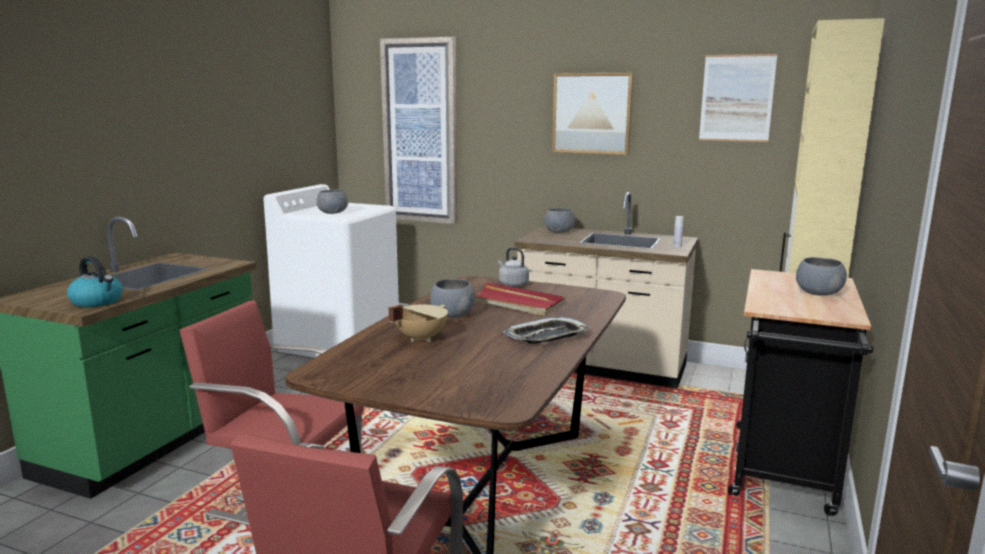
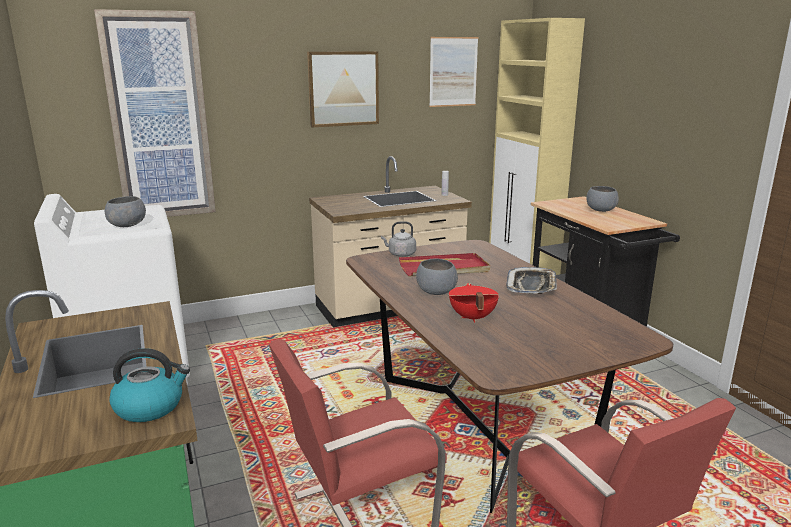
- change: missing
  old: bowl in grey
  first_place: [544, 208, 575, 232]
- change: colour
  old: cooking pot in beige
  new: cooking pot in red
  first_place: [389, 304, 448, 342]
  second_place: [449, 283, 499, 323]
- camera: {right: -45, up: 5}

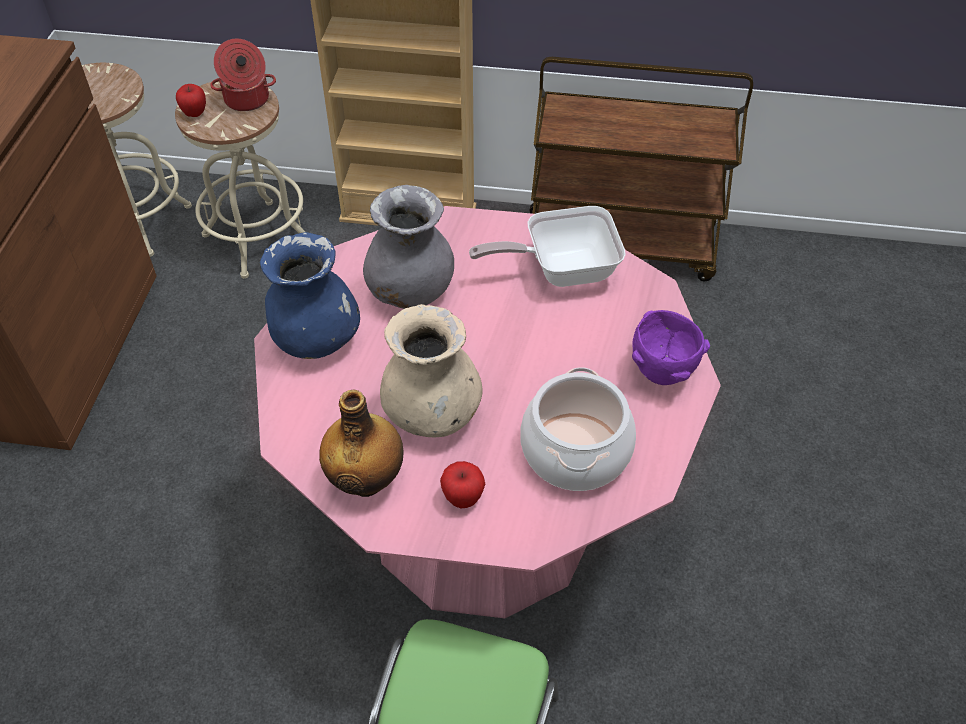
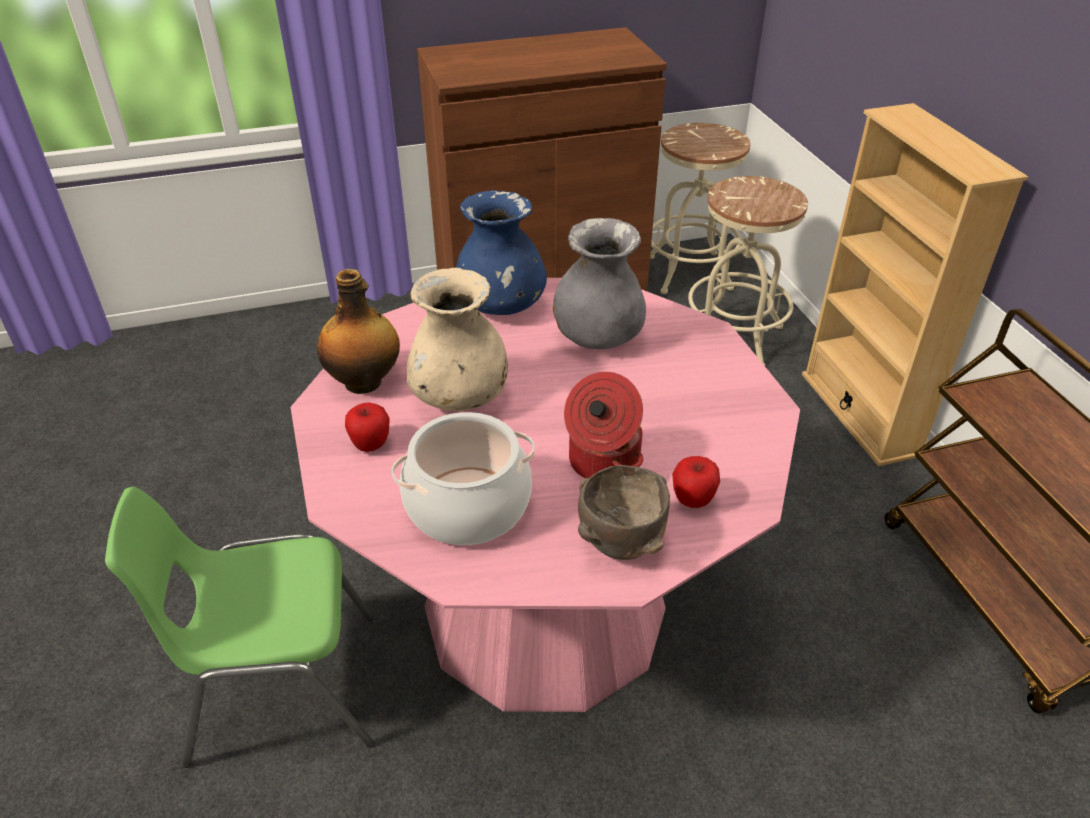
- change: relocated
  old: cooking pot
  first_place: [210, 39, 276, 111]
  second_place: [564, 372, 643, 478]
- change: relocated
  old: apple
  first_place: [176, 84, 206, 117]
  second_place: [672, 456, 720, 508]
- change: missing
  old: frying pan
  first_place: [469, 206, 626, 287]
- change: colour
  old: bowl in purple
  new: bowl in brown
  first_place: [632, 310, 710, 385]
  second_place: [578, 465, 670, 560]
- camera: {right: 65, up: -10}

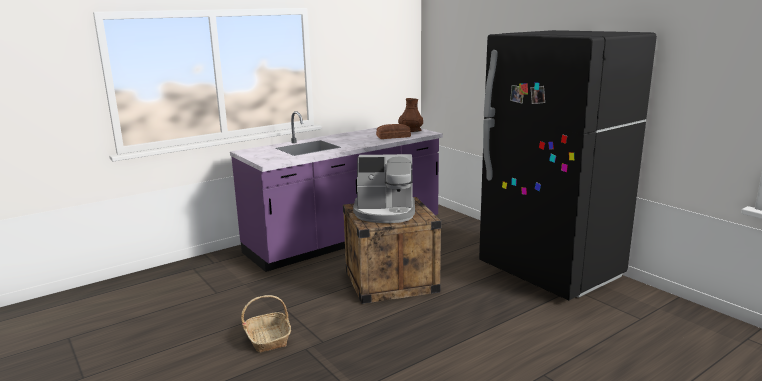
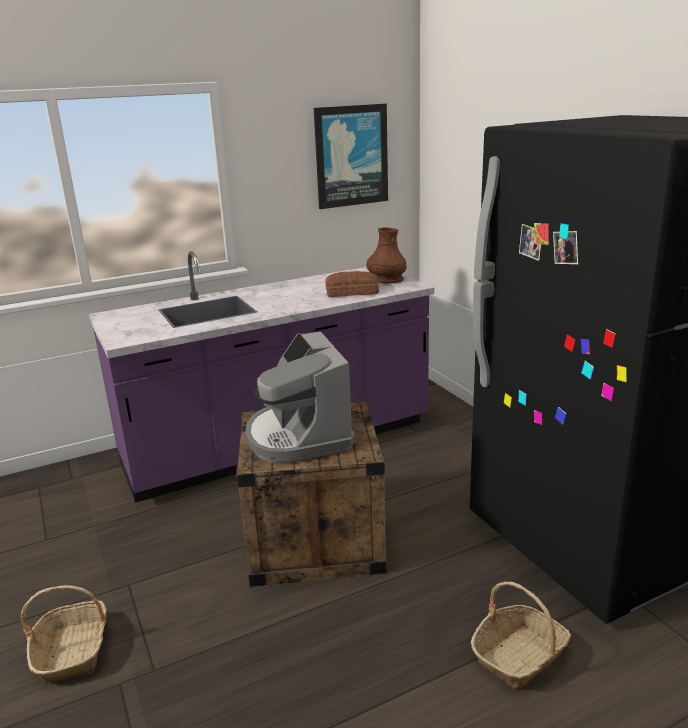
- change: spun
  old: coffee machine
  first_place: [353, 154, 415, 223]
  second_place: [245, 332, 356, 463]
  degrees: 60
- change: appeared
  new: picture
  second_place: [314, 104, 388, 209]
- change: appeared
  new: basket
  second_place: [471, 581, 571, 690]
- camera: {right: 10, up: 5}

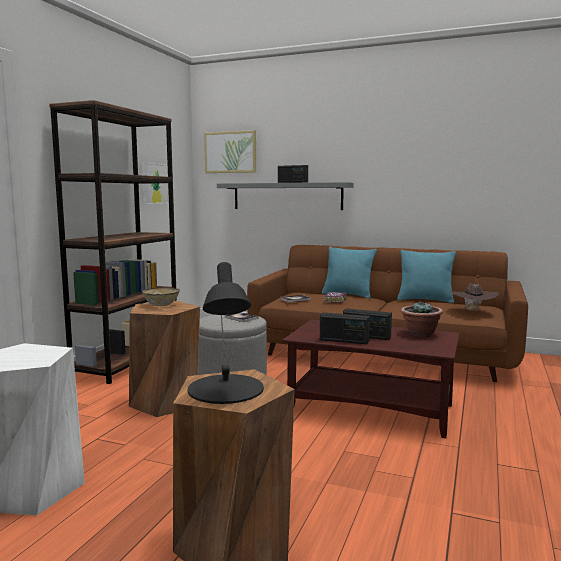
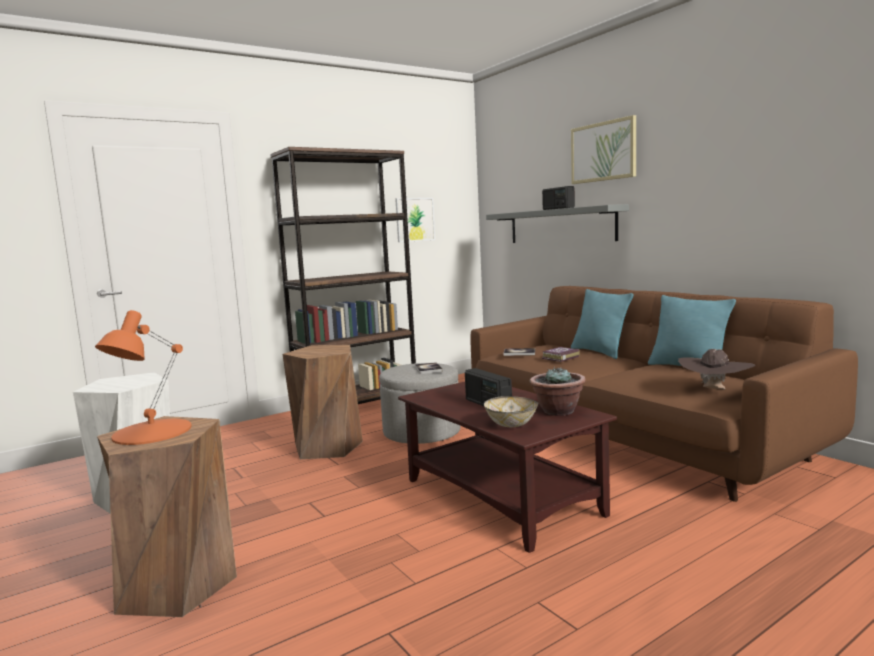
- change: relocated
  old: picture
  first_place: [204, 130, 256, 173]
  second_place: [571, 115, 636, 184]
- change: colour
  old: table lamp in black
  new: table lamp in orange
  first_place: [188, 262, 264, 404]
  second_place: [95, 310, 192, 445]
- change: relocated
  old: bowl
  first_place: [142, 288, 180, 306]
  second_place: [484, 396, 538, 427]
- change: missing
  old: radio
  first_place: [320, 313, 370, 344]
- camera: {right: 35, up: 0}

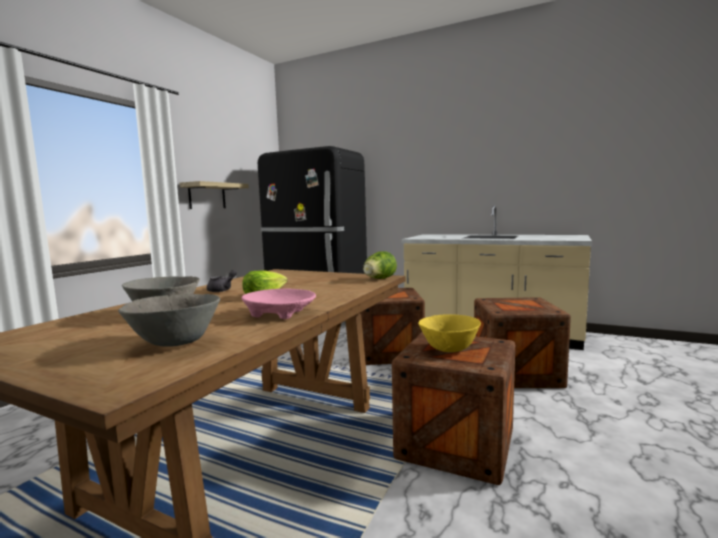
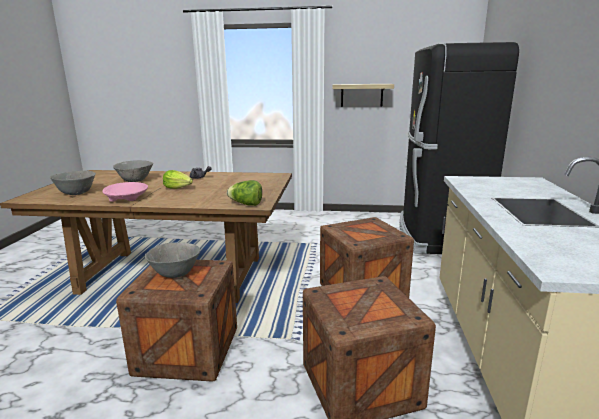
- change: colour
  old: bowl in yellow
  new: bowl in grey
  first_place: [418, 314, 481, 352]
  second_place: [145, 242, 200, 278]
- camera: {right: 70, up: 10}

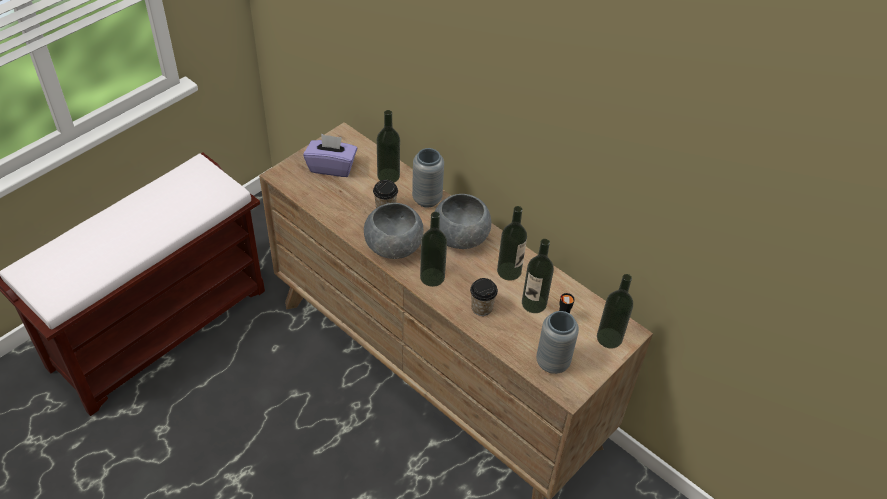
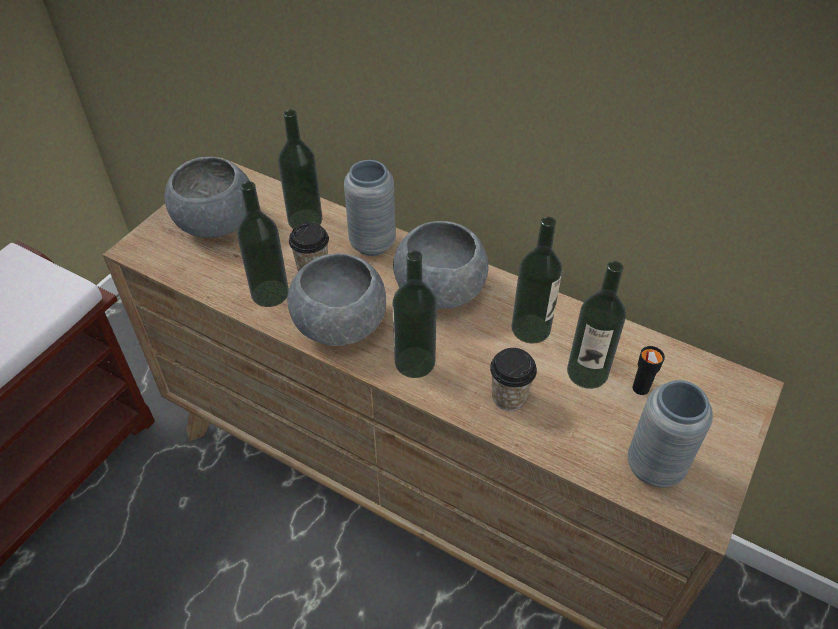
- change: exchanged
  old: tissue box in purple
  new: bowl in grey
  first_place: [303, 134, 358, 177]
  second_place: [165, 157, 250, 238]
- change: relocated
  old: bottle
  first_place: [597, 274, 633, 348]
  second_place: [237, 181, 289, 307]
- camera: {right: -10, up: 0}

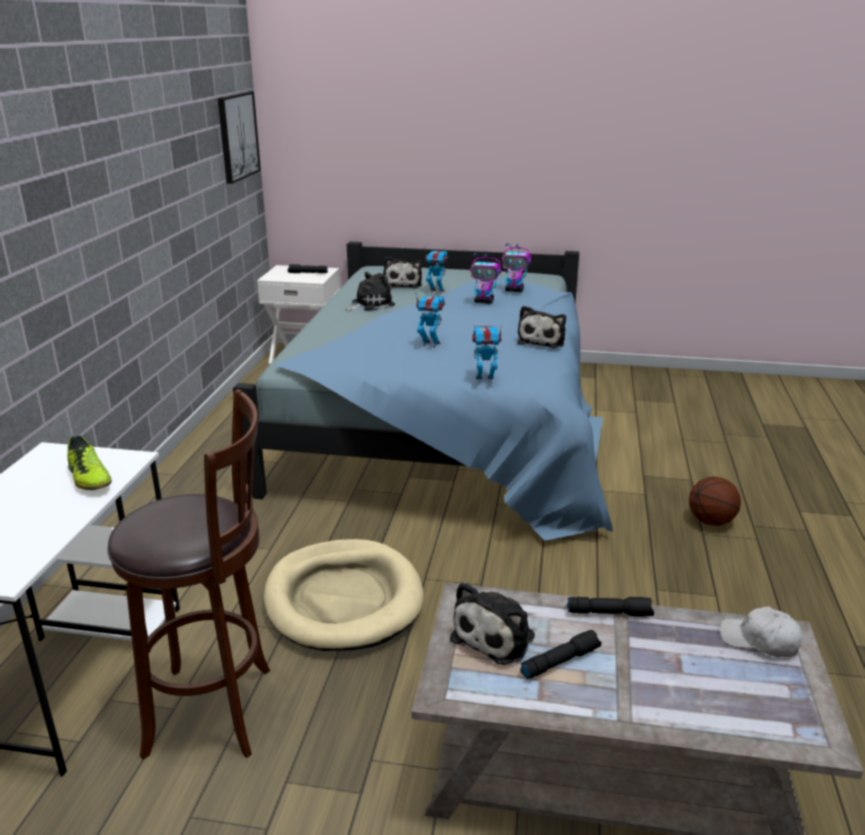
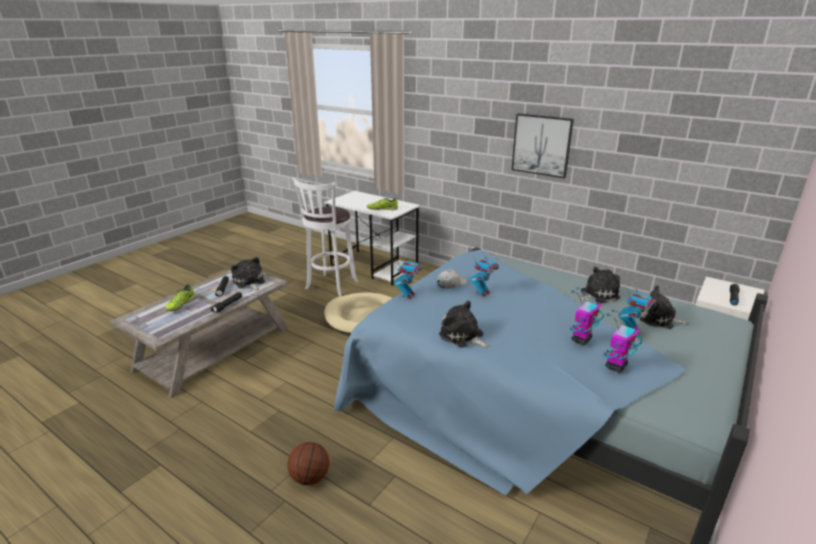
- change: relocated
  old: picture
  first_place: [218, 92, 261, 184]
  second_place: [511, 114, 574, 178]
- change: spun
  old: plush toy
  first_place: [346, 272, 395, 311]
  second_place: [579, 267, 620, 303]
  degrees: -105
- change: colour
  old: stool in brown
  new: stool in white
  first_place: [107, 389, 270, 760]
  second_place: [292, 177, 358, 297]
- change: relocated
  old: cap in white
  first_place: [720, 607, 803, 657]
  second_place: [437, 269, 467, 289]
- change: appeared
  new: shoe
  second_place: [165, 284, 195, 311]
- camera: {right: 115, up: 0}

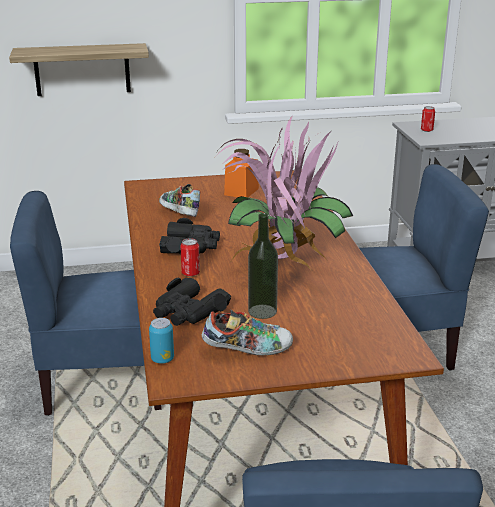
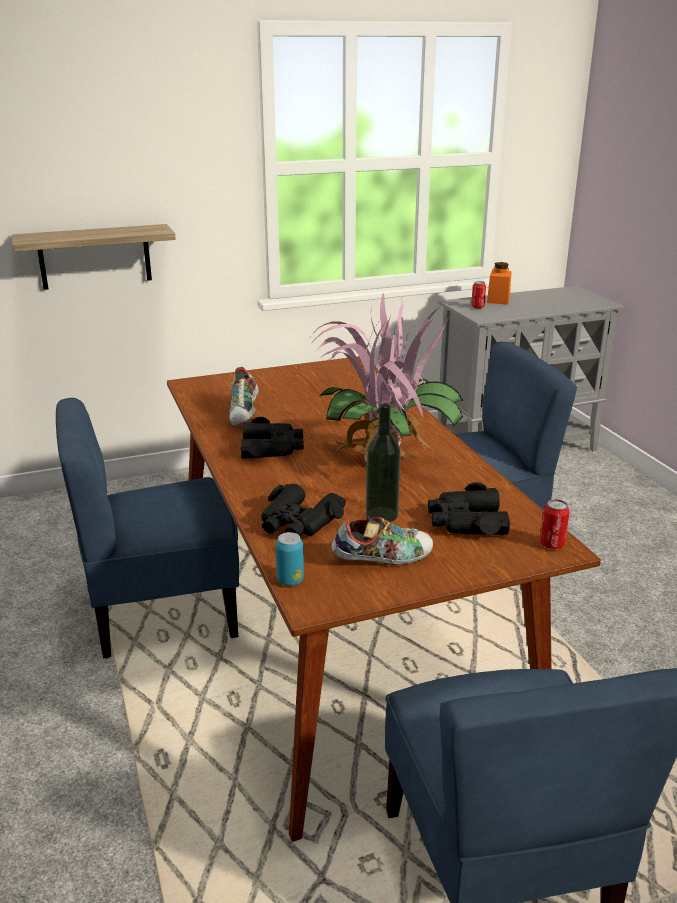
- change: relocated
  old: jar in orange
  first_place: [224, 149, 259, 197]
  second_place: [487, 262, 511, 305]
- change: spun
  old: shoe
  first_place: [159, 184, 200, 217]
  second_place: [229, 367, 259, 426]
  degrees: -135
- change: relocated
  old: can
  first_place: [181, 238, 200, 277]
  second_place: [540, 499, 570, 549]
- change: appeared
  new: binoculars in black
  second_place: [428, 482, 511, 535]
- camera: {right: -10, up: 0}

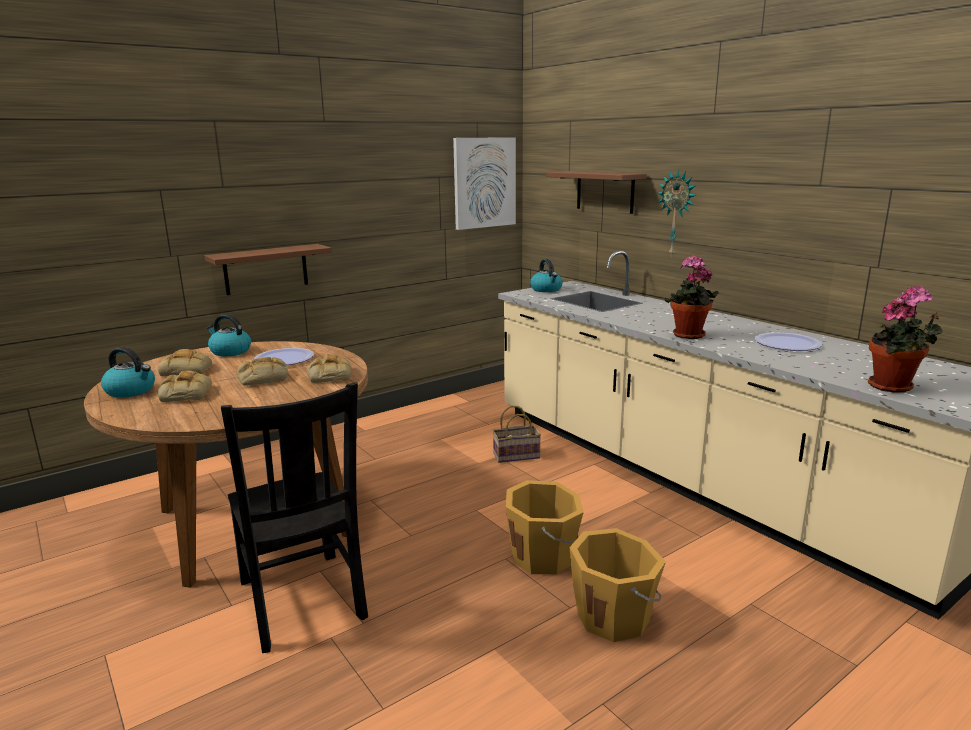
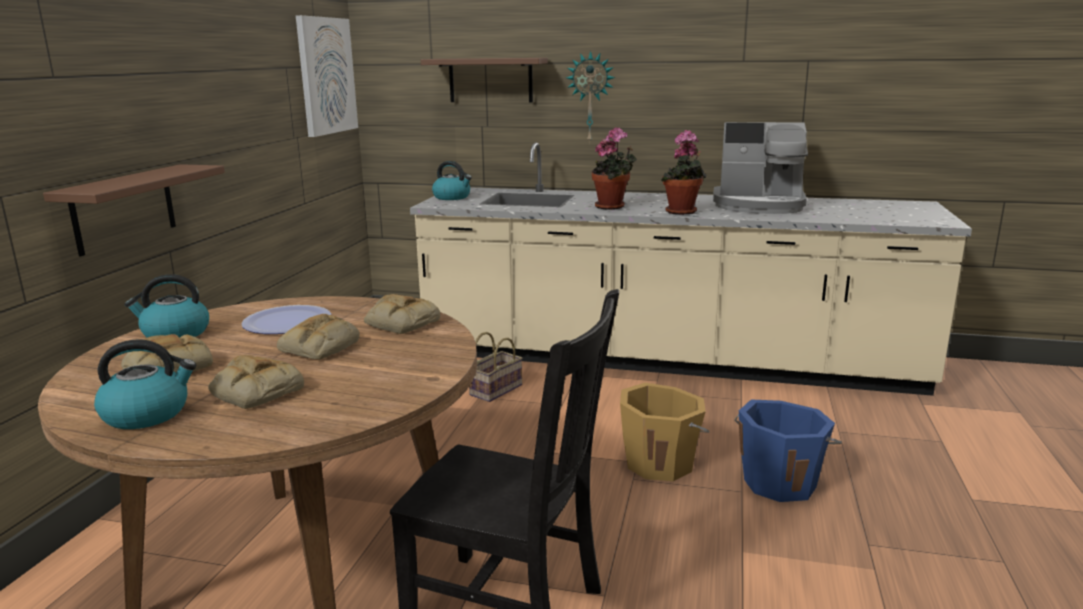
- change: relocated
  old: potted plant
  first_place: [868, 286, 943, 393]
  second_place: [592, 127, 637, 210]
- change: exchanged
  old: plate
  new: coffee machine
  first_place: [754, 333, 822, 351]
  second_place: [713, 122, 808, 214]
- change: colour
  old: bucket in orange
  new: bucket in blue
  first_place: [570, 528, 666, 642]
  second_place: [734, 399, 842, 502]
- camera: {right: -40, up: 0}

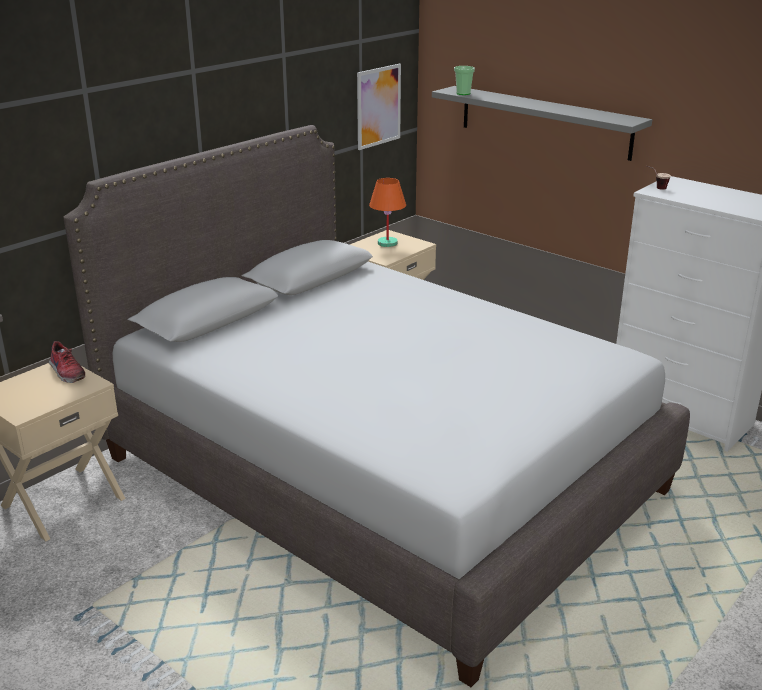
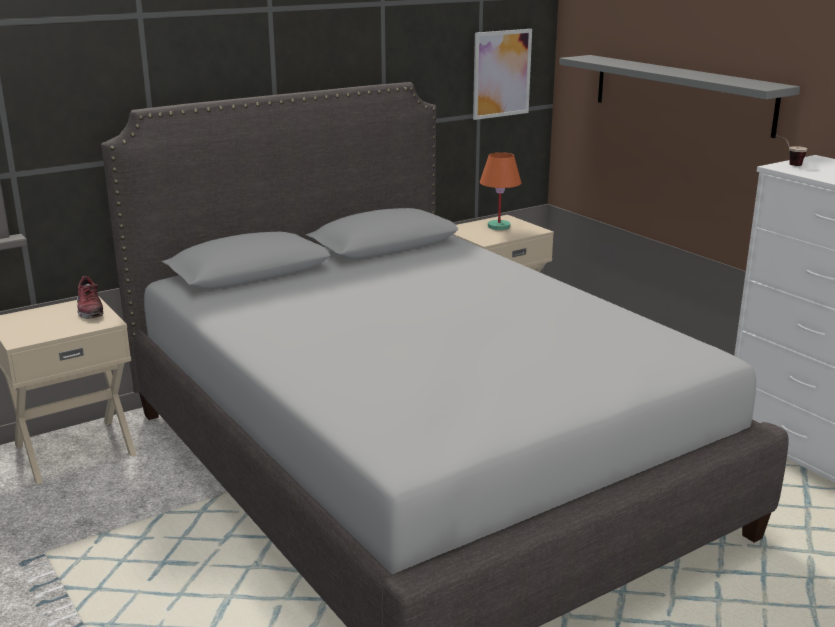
- change: missing
  old: cup
  first_place: [454, 66, 475, 95]
- camera: {right: 15, up: -5}

